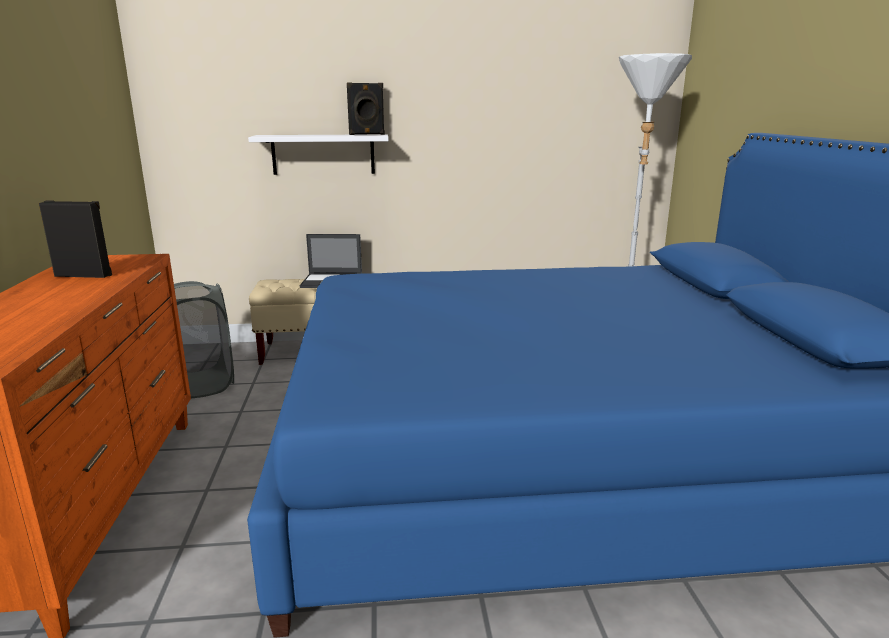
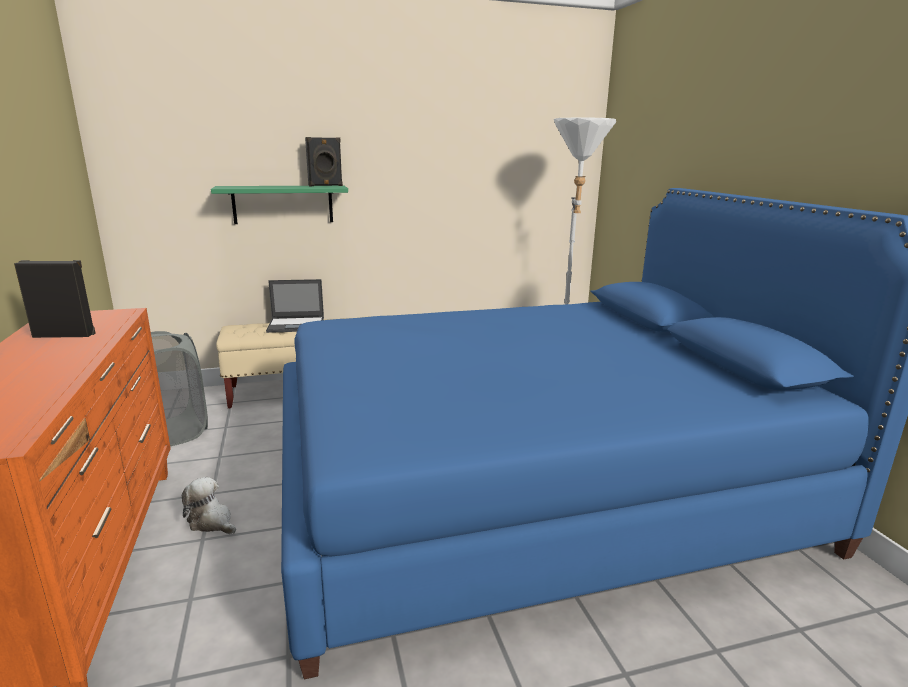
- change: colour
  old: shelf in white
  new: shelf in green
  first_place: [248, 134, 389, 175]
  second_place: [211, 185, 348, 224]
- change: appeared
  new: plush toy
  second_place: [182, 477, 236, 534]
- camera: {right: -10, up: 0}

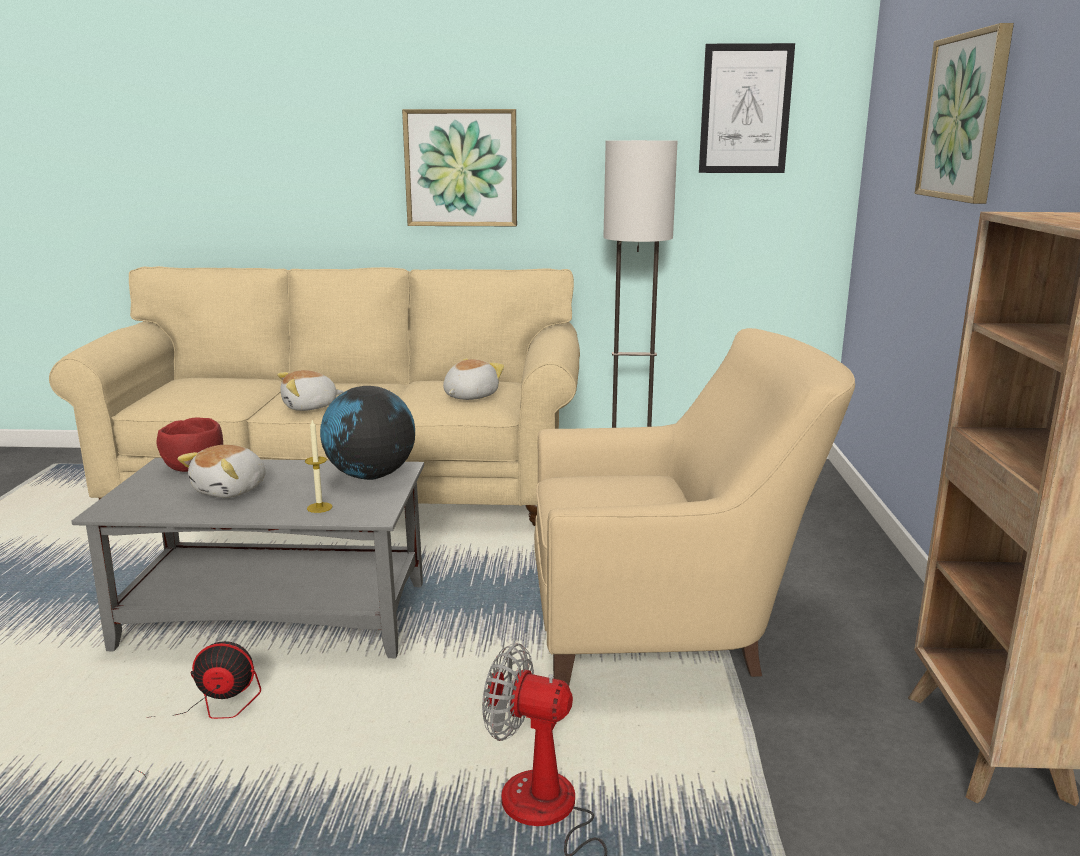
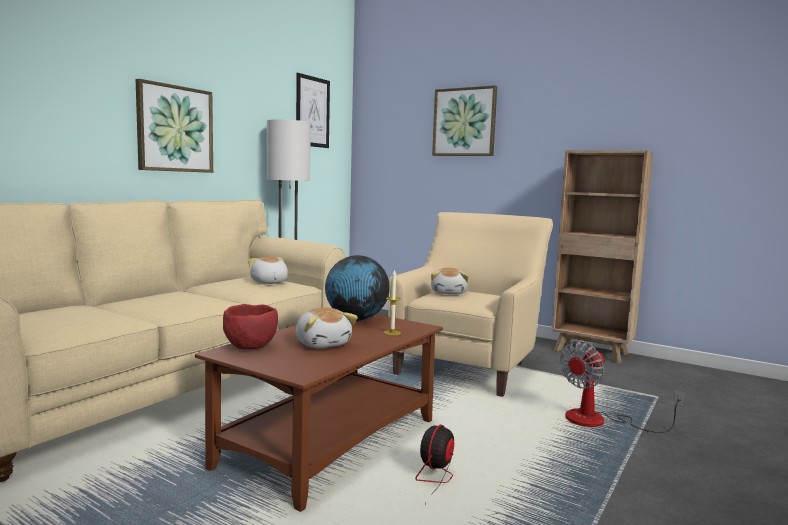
- change: relocated
  old: plush toy
  first_place: [277, 370, 344, 411]
  second_place: [431, 268, 469, 295]
- change: colour
  old: coffee table in grey
  new: coffee table in brown
  first_place: [72, 458, 424, 658]
  second_place: [195, 314, 443, 512]
- camera: {right: -60, up: -10}

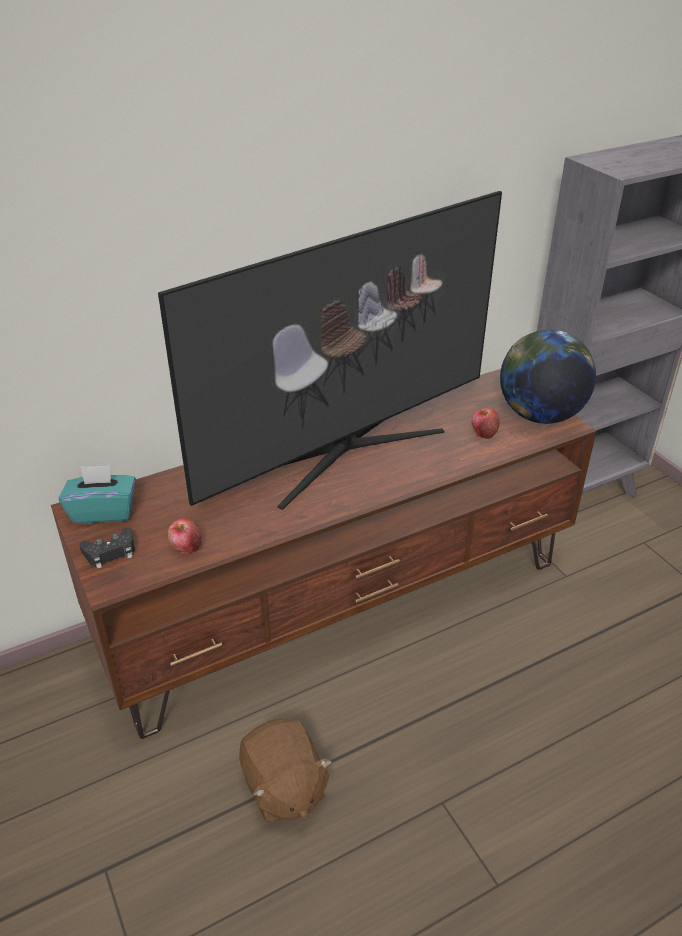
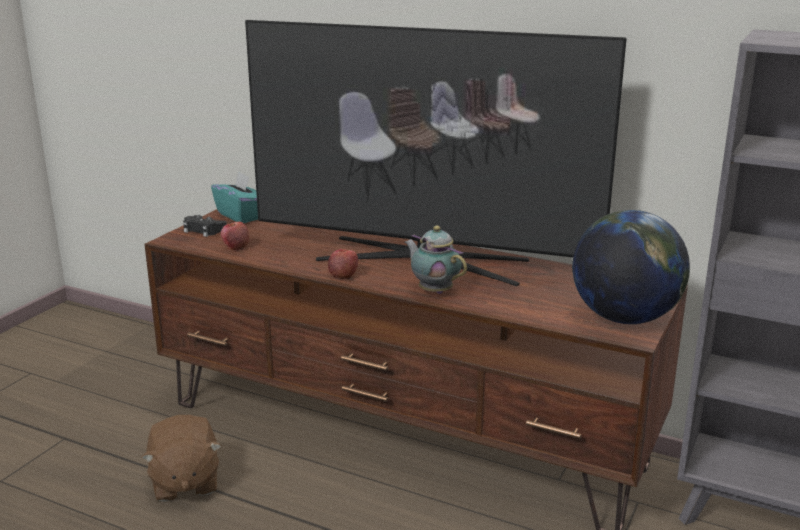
- change: relocated
  old: apple
  first_place: [472, 408, 499, 439]
  second_place: [328, 249, 358, 280]
- change: spun
  old: plush toy in brown
  first_place: [239, 718, 332, 823]
  second_place: [141, 415, 221, 502]
  degrees: -45
- change: appeared
  new: teapot
  second_place: [405, 226, 467, 294]
- camera: {right: 55, up: -15}

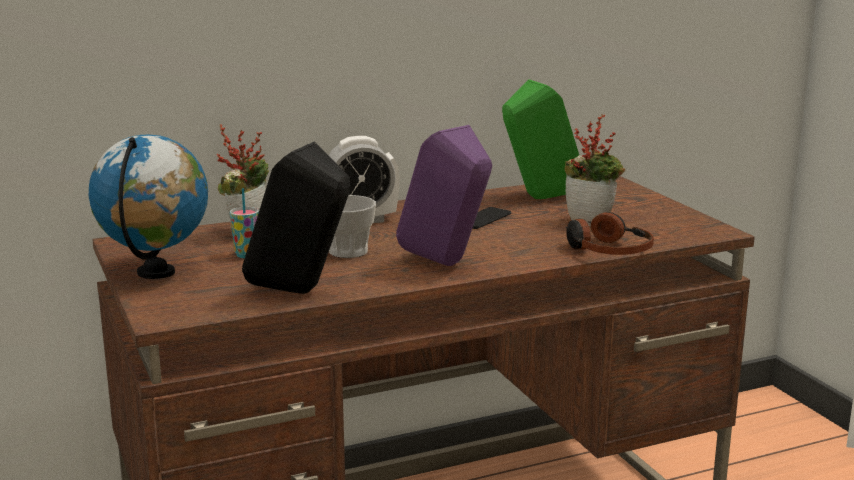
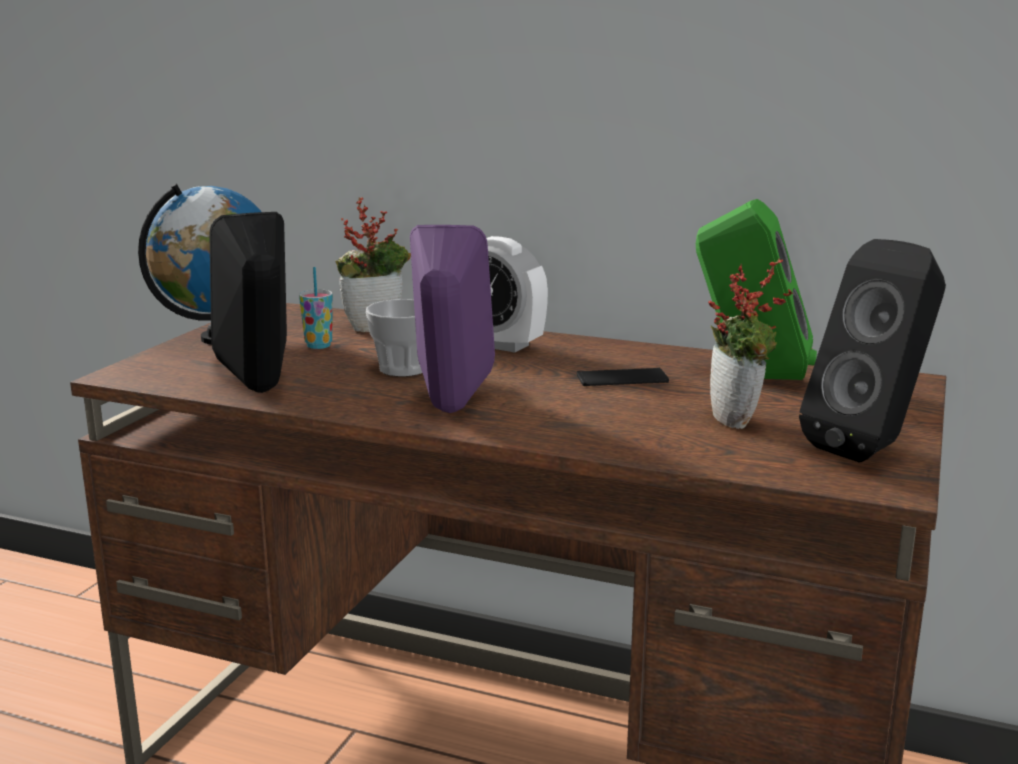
- change: missing
  old: headphones
  first_place: [566, 212, 654, 255]
- change: appeared
  new: speaker in black
  second_place: [799, 239, 946, 463]
- camera: {right: 45, up: 0}

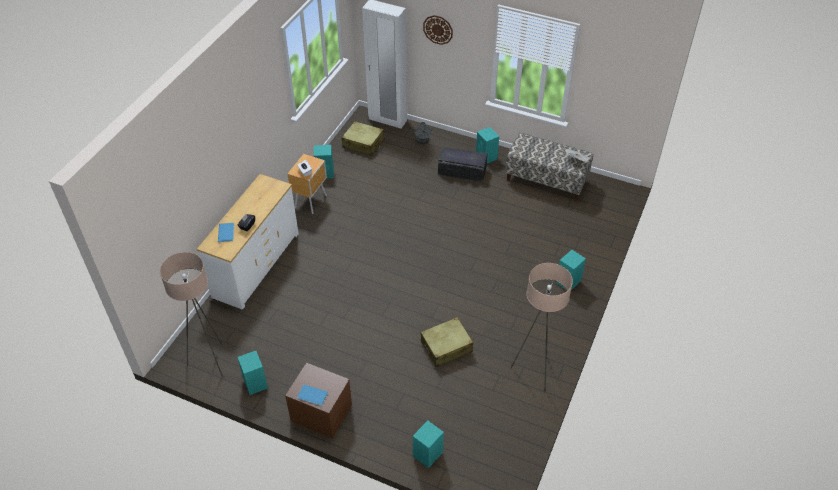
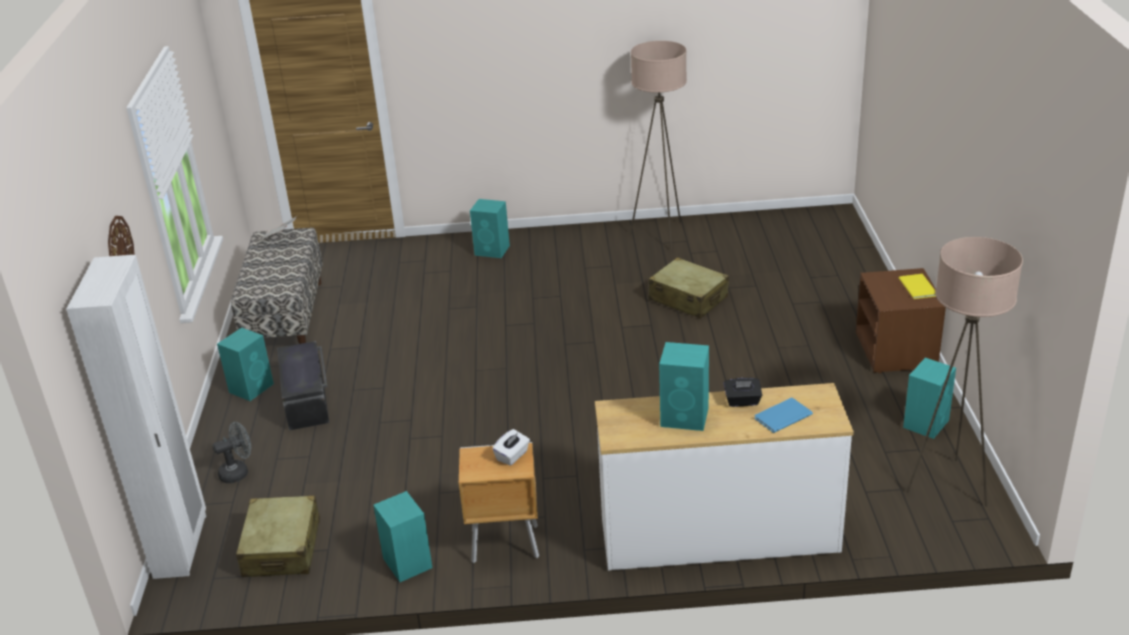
- change: colour
  old: book in blue
  new: book in yellow
  first_place: [297, 385, 328, 406]
  second_place: [899, 274, 936, 299]
- change: relocated
  old: speaker in turquoise
  first_place: [413, 420, 444, 468]
  second_place: [659, 342, 709, 431]
- camera: {right: -115, up: -15}

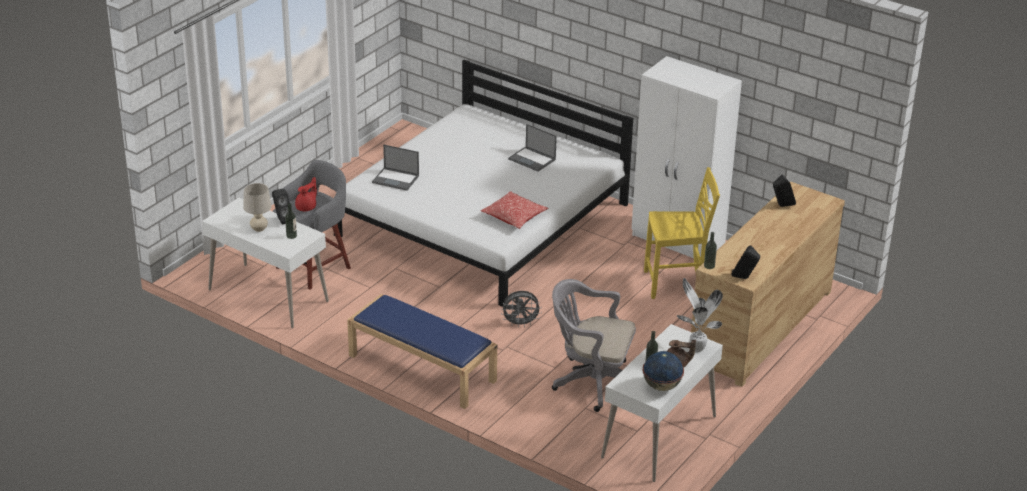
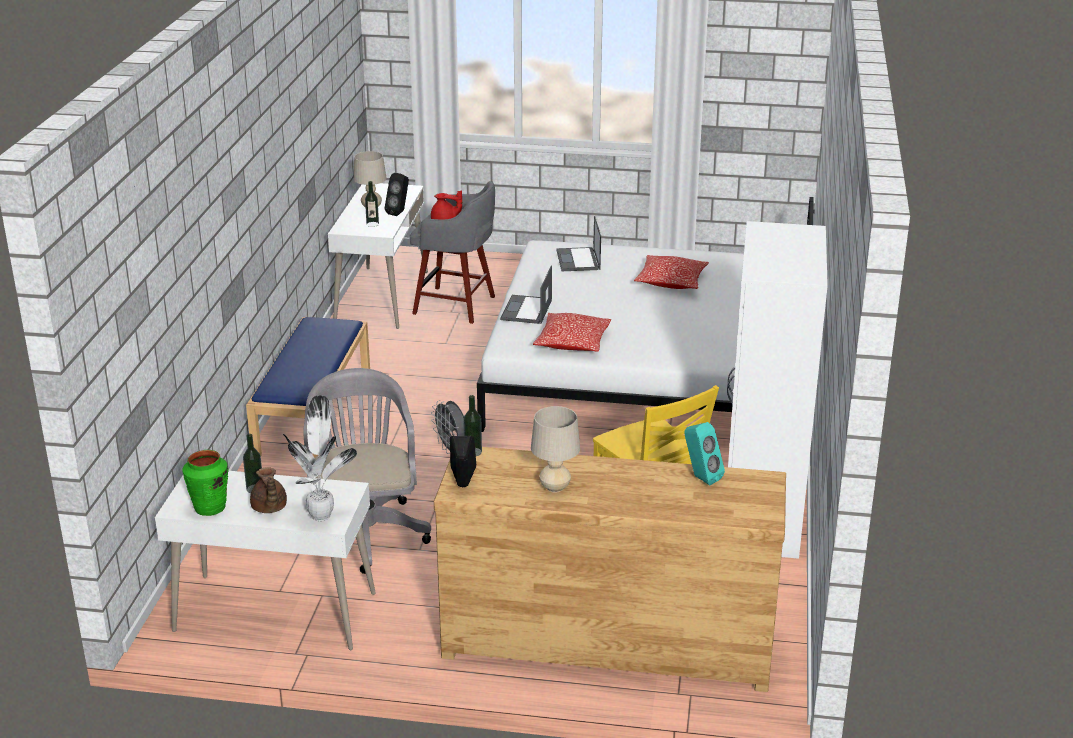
- change: relocated
  old: laptop
  first_place: [508, 124, 557, 172]
  second_place: [500, 265, 552, 324]
- change: colour
  old: speaker in black
  new: speaker in turquoise
  first_place: [773, 175, 796, 207]
  second_place: [684, 422, 725, 485]
- change: exchanged
  old: globe
  new: vase in green
  first_place: [642, 351, 684, 391]
  second_place: [182, 450, 229, 516]
- change: appeared
  new: pillow
  second_place: [634, 255, 709, 289]
- change: appeared
  new: table lamp in beige
  second_place: [531, 406, 580, 493]
- camera: {right: 65, up: -5}

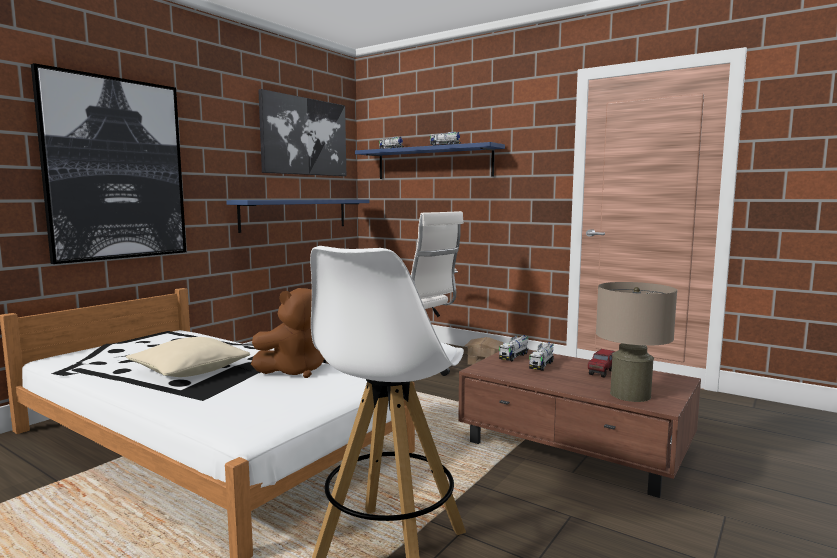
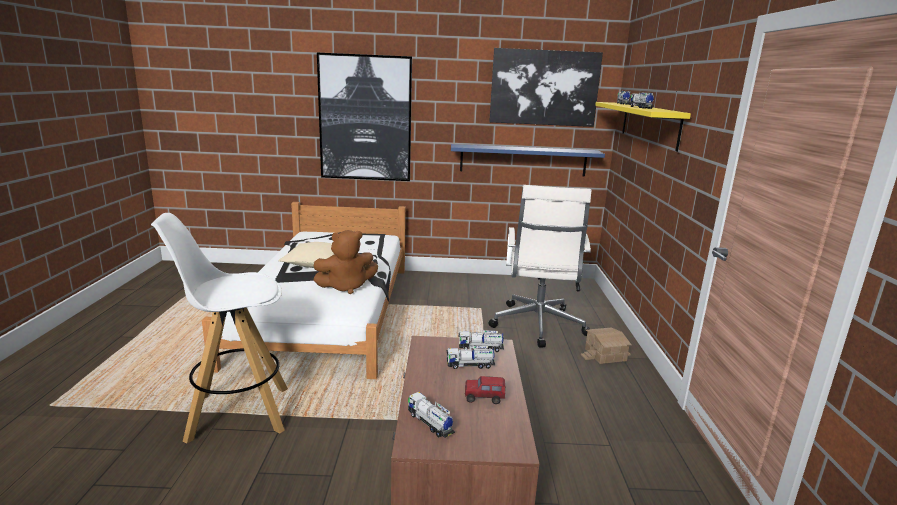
- change: colour
  old: shelf in blue
  new: shelf in yellow
  first_place: [355, 142, 505, 179]
  second_place: [595, 102, 691, 152]
- change: exchanged
  old: table lamp in beige
  new: toy truck
  first_place: [596, 282, 677, 402]
  second_place: [408, 392, 455, 438]
- change: spun
  old: plush toy in brown
  first_place: [251, 288, 324, 378]
  second_place: [313, 230, 378, 294]
  degrees: -45
- camera: {right: 55, up: 10}

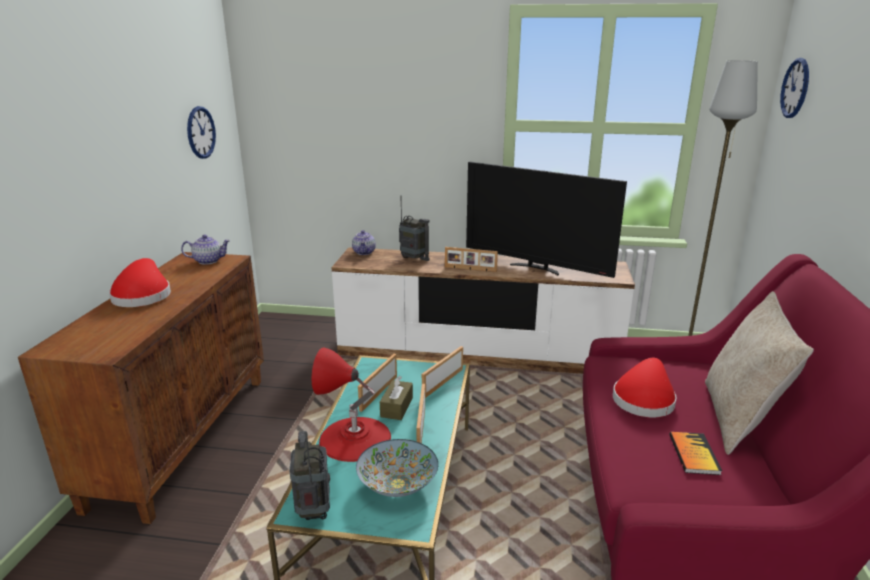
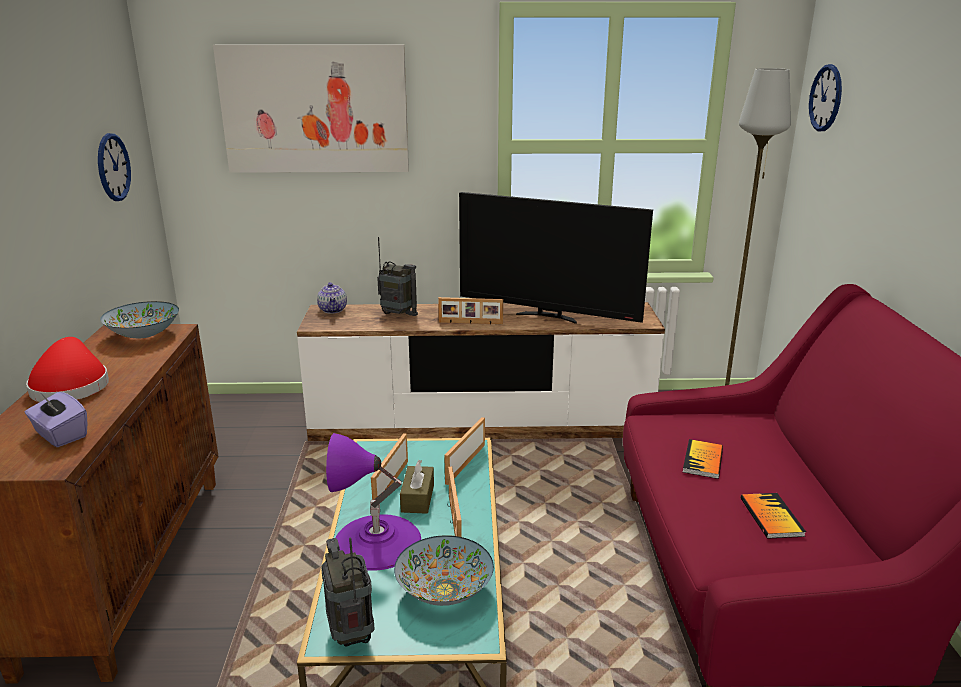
- change: exchanged
  old: teapot
  new: bowl
  first_place: [181, 235, 230, 265]
  second_place: [100, 301, 179, 338]
- change: missing
  old: pillow in beige
  first_place: [705, 291, 814, 455]
- change: colour
  old: table lamp in red
  new: table lamp in purple
  first_place: [312, 347, 391, 462]
  second_place: [326, 433, 421, 571]
- change: exchanged
  old: hat in red
  new: book
  first_place: [613, 358, 677, 418]
  second_place: [683, 439, 723, 479]
- change: appeared
  new: picture
  second_place: [213, 44, 409, 173]
- change: appeared
  new: tissue box in purple
  second_place: [25, 391, 87, 447]
- camera: {right: -10, up: 0}

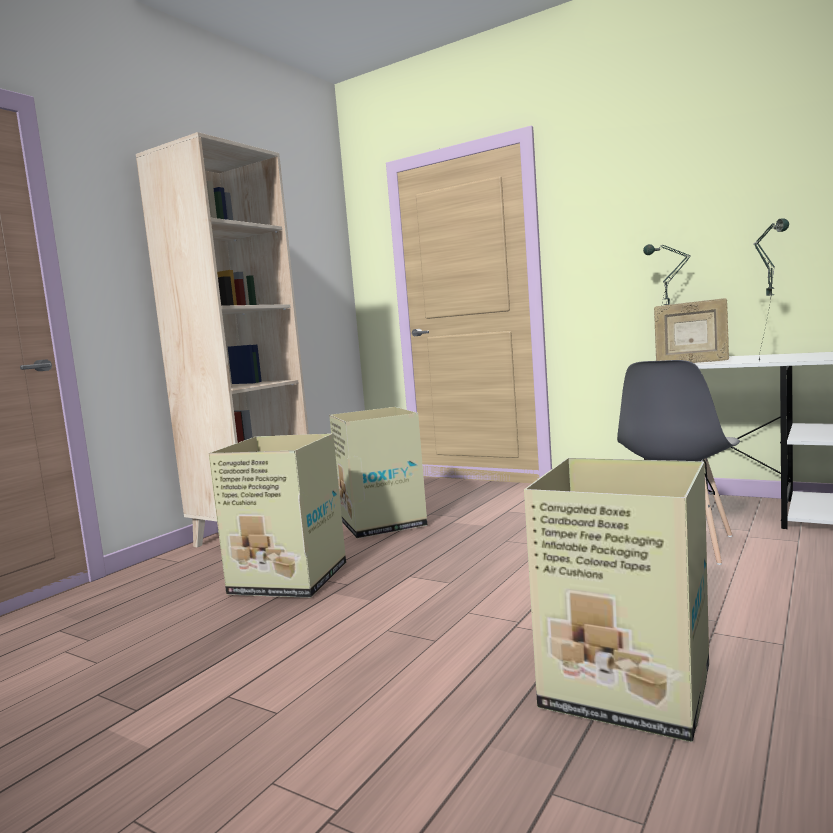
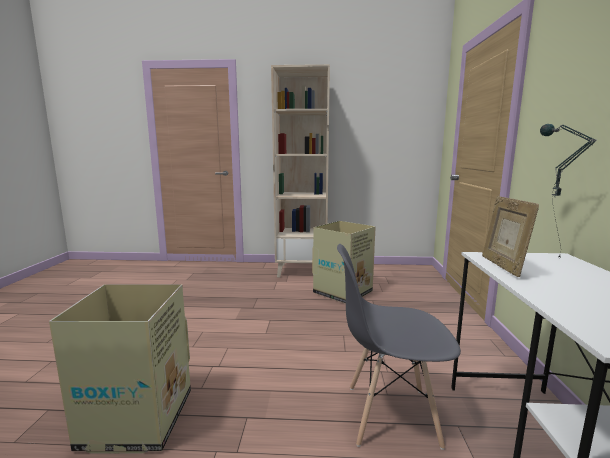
- change: missing
  old: table lamp
  first_place: [754, 218, 789, 360]
- change: missing
  old: cardboard box
  first_place: [209, 433, 346, 598]
- camera: {right: 60, up: 5}

